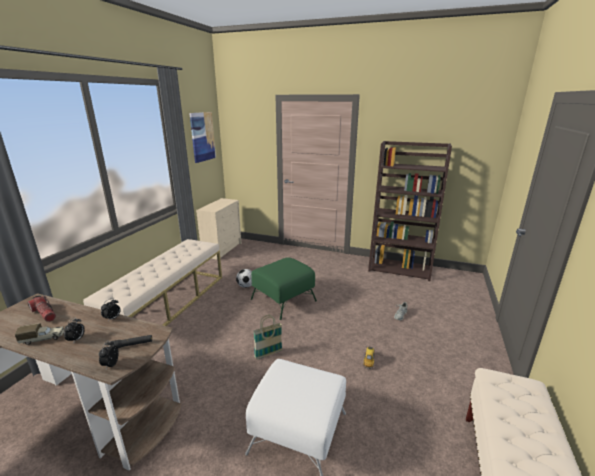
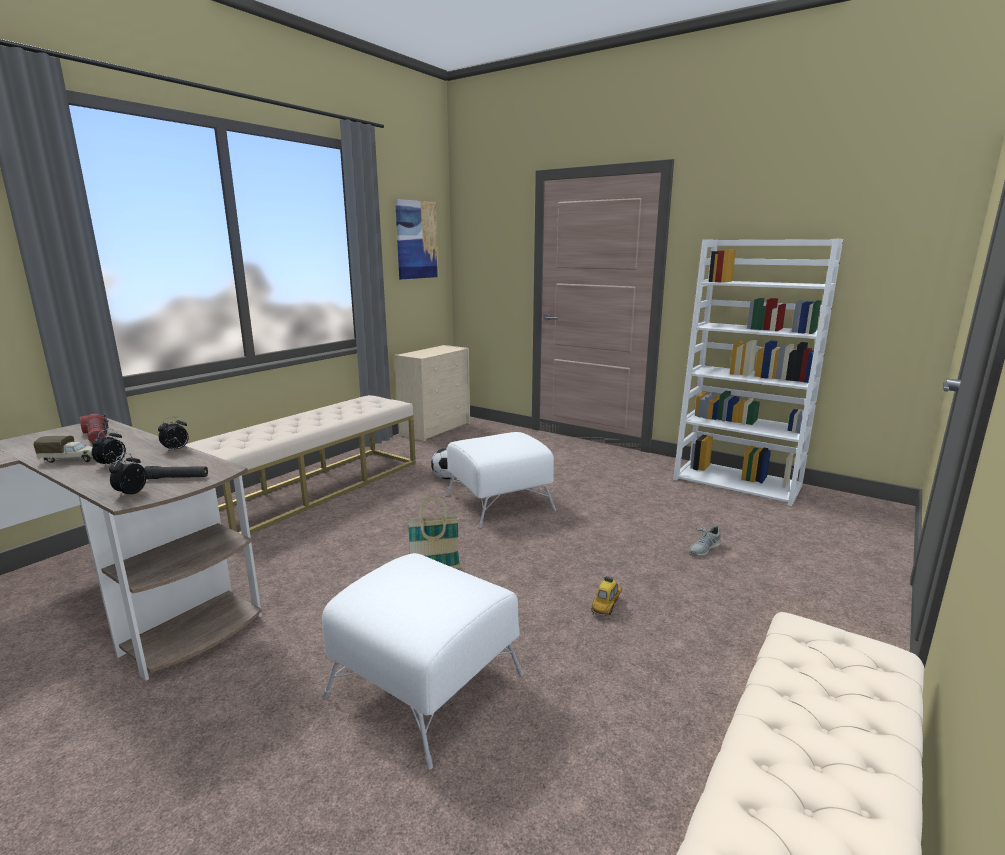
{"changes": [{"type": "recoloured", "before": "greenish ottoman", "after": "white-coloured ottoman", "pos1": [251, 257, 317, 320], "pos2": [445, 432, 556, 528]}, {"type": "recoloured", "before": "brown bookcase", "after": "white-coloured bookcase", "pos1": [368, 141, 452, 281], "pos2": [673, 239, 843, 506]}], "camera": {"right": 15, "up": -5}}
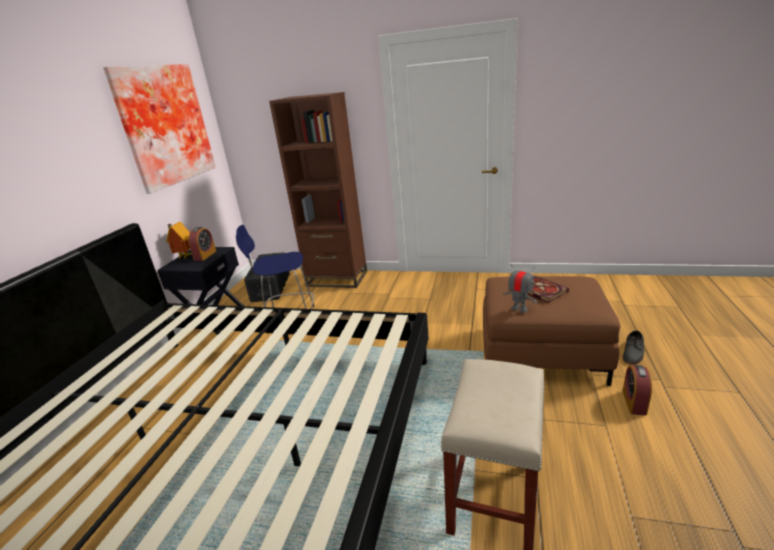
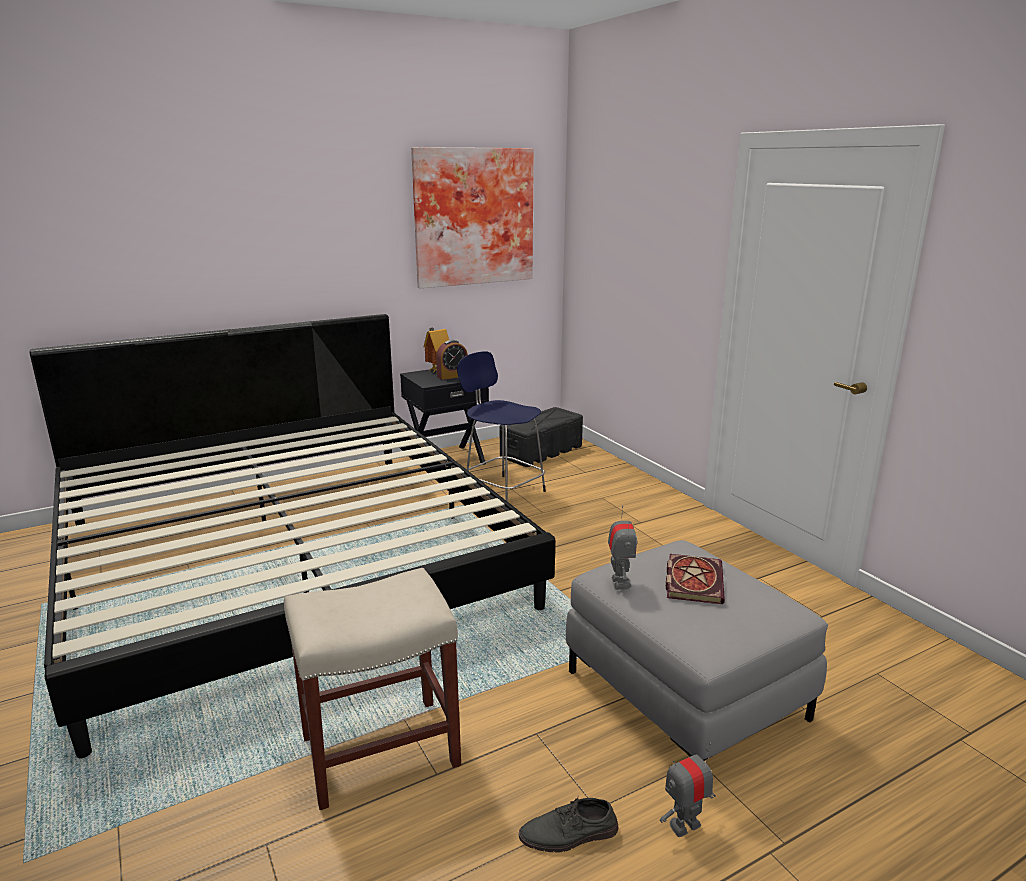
{"changes": [{"type": "moved", "before": "gray shoe", "pos1": [623, 330, 644, 365], "pos2": [519, 795, 618, 853]}, {"type": "recoloured", "before": "brown ottoman", "after": "gray ottoman", "pos1": [483, 276, 620, 386], "pos2": [566, 540, 828, 761]}, {"type": "replaced", "before": "alarm clock", "after": "toy robot", "pos1": [623, 365, 652, 416], "pos2": [660, 743, 716, 837]}, {"type": "removed", "before": "brown bookcase", "pos1": [269, 92, 367, 288]}], "camera": {"right": 45, "up": -5}}
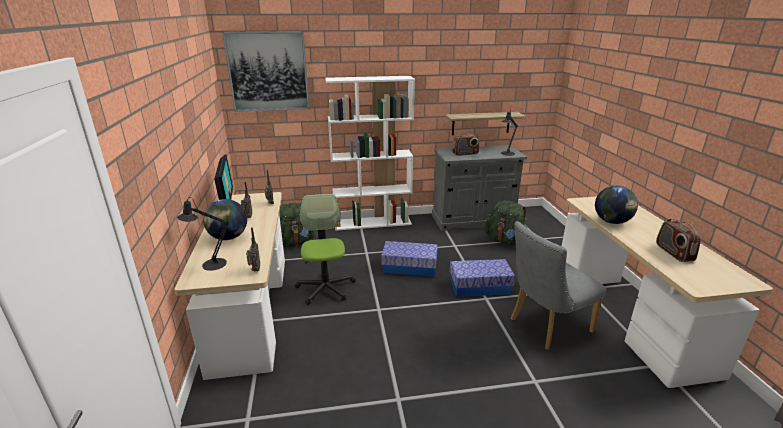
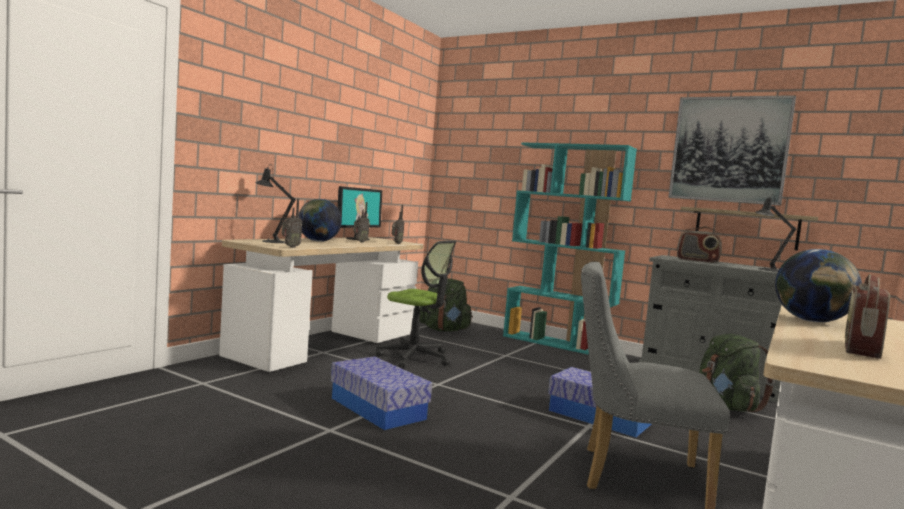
{"changes": [{"type": "moved", "before": "storage container", "pos1": [381, 241, 438, 277], "pos2": [331, 356, 432, 430]}, {"type": "turned", "before": "desk chair", "pos1": [295, 194, 356, 305], "pos2": [376, 241, 456, 368], "turn": 90}, {"type": "recoloured", "before": "white-coloured bookcase", "after": "turquoise bookcase", "pos1": [325, 76, 415, 231], "pos2": [503, 142, 637, 355]}, {"type": "moved", "before": "wall art", "pos1": [222, 31, 310, 112], "pos2": [668, 95, 796, 206]}], "camera": {"right": 40, "up": -20}}
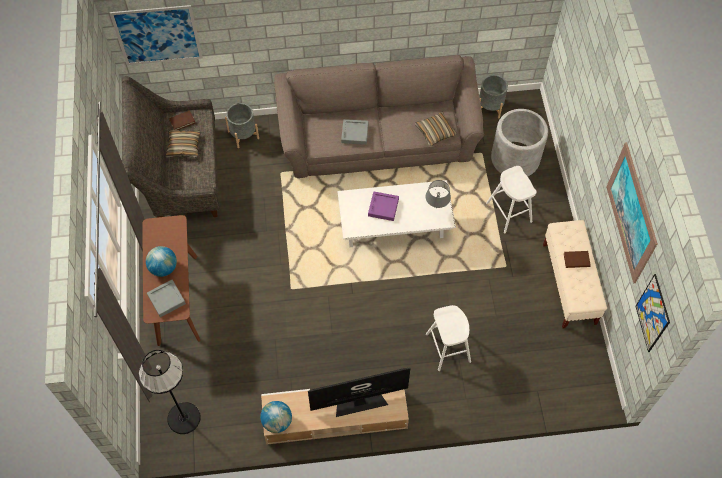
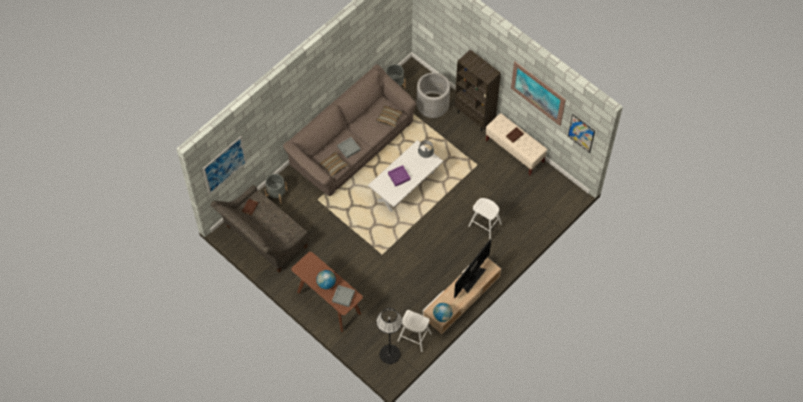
{"changes": [{"type": "moved", "before": "pillow", "pos1": [165, 130, 200, 158], "pos2": [319, 152, 348, 177]}, {"type": "moved", "before": "white-coloured sitting stool", "pos1": [486, 166, 537, 234], "pos2": [398, 310, 432, 352]}, {"type": "added", "after": "brown bookcase", "pos2": [455, 50, 501, 131]}], "camera": {"right": -40, "up": 0}}
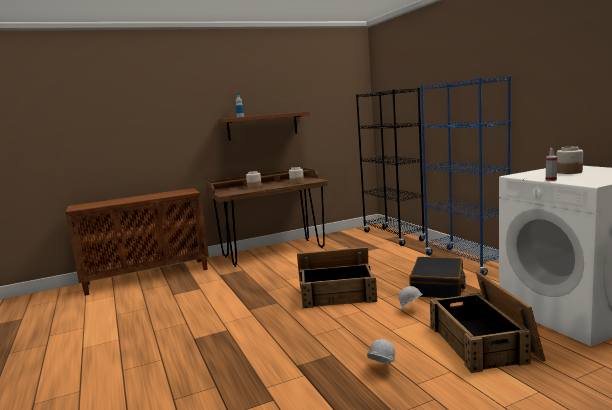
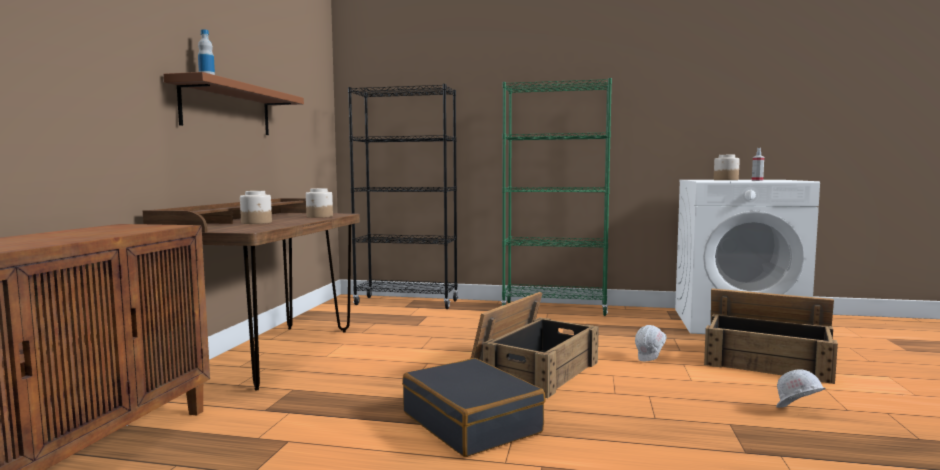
{"changes": [{"type": "moved", "before": "black-coloured piece of luggage", "pos1": [409, 257, 466, 298], "pos2": [402, 358, 546, 457]}, {"type": "recoloured", "before": "blue-coloured bookcase", "after": "greenish bookcase", "pos1": [420, 76, 511, 276], "pos2": [501, 78, 612, 316]}], "camera": {"right": -55, "up": -5}}
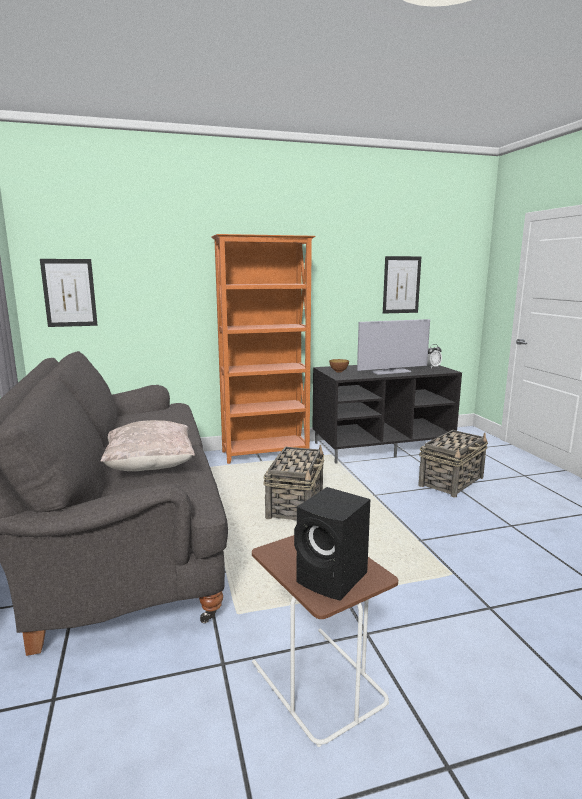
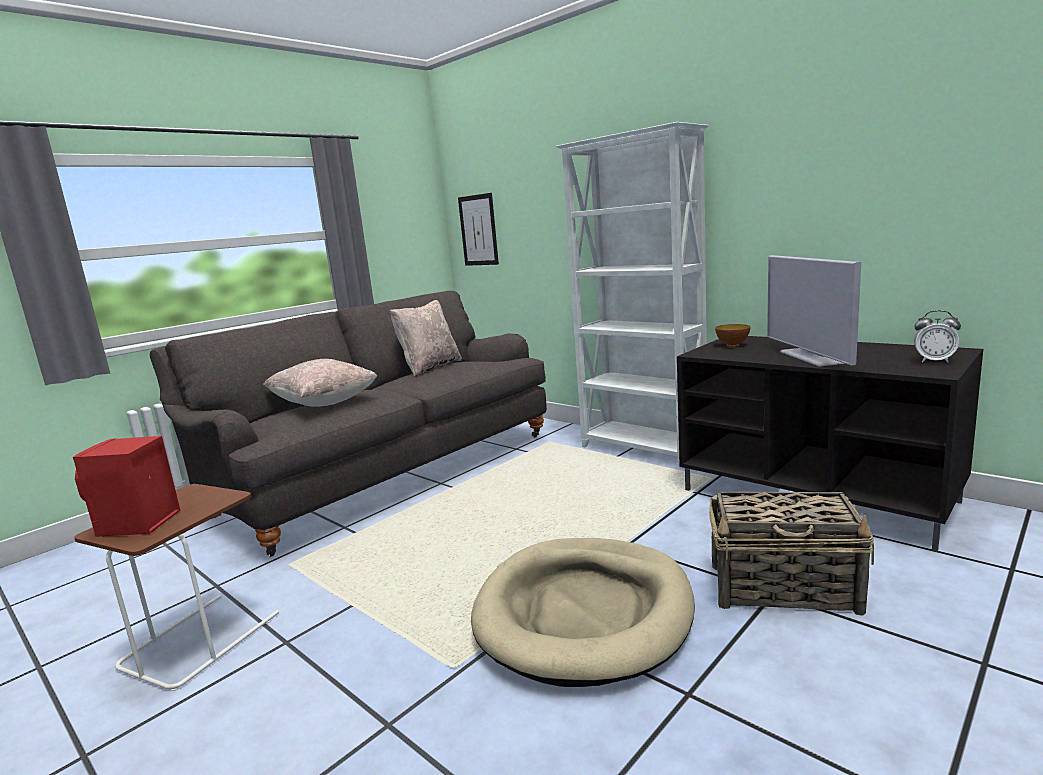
{"changes": [{"type": "recoloured", "before": "black-coloured loudspeaker", "after": "reddish loudspeaker", "pos1": [294, 487, 370, 601], "pos2": [73, 436, 180, 537]}, {"type": "added", "after": "beige-coloured pillow", "pos2": [390, 300, 462, 377]}, {"type": "added", "after": "beige-coloured dog bed", "pos2": [471, 538, 695, 687]}, {"type": "recoloured", "before": "orange-coloured bookcase", "after": "white-coloured bookcase", "pos1": [211, 234, 316, 464], "pos2": [556, 122, 709, 469]}, {"type": "turned", "before": "television", "pos1": [357, 319, 430, 375], "pos2": [767, 255, 861, 367], "turn": 45}, {"type": "removed", "before": "storage basket", "pos1": [263, 445, 324, 520]}, {"type": "removed", "before": "wall art", "pos1": [383, 256, 421, 314]}], "camera": {"right": 60, "up": 0}}
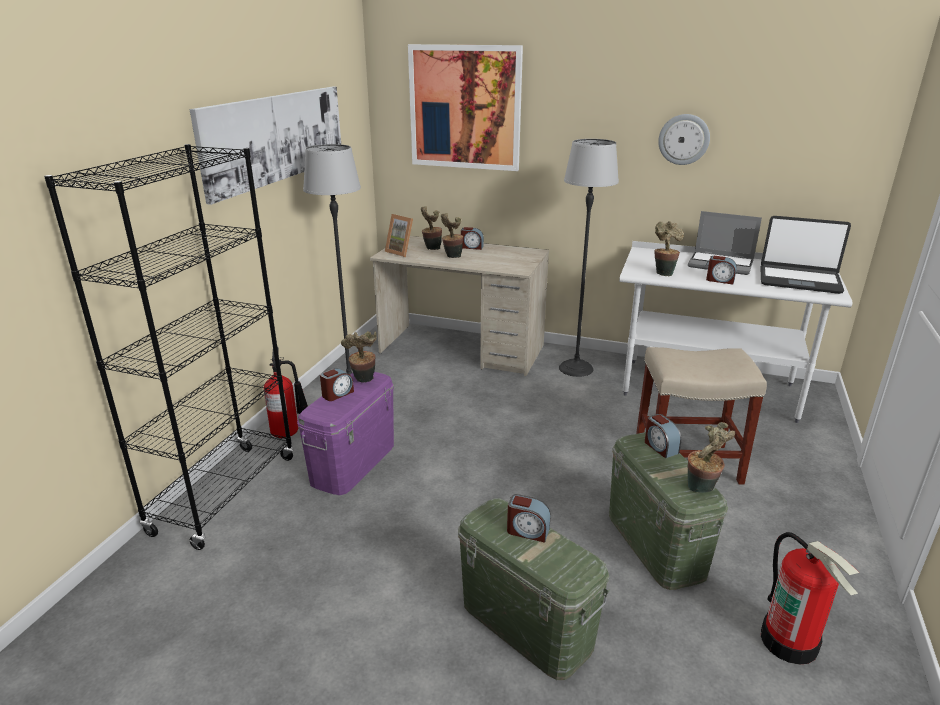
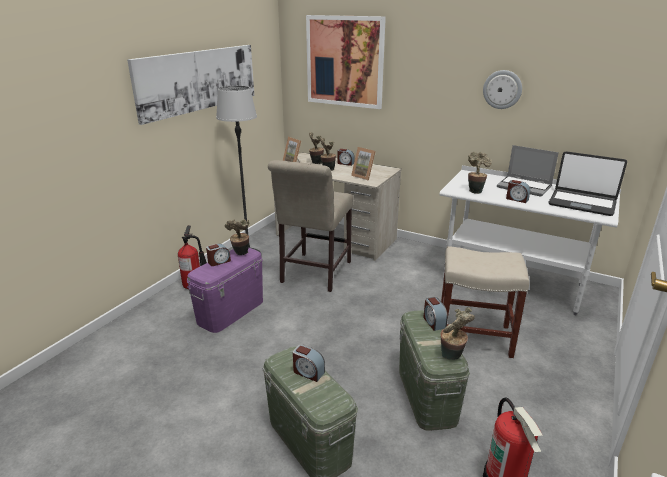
{"changes": [{"type": "added", "after": "beige-coloured plain chair", "pos2": [268, 160, 353, 292]}, {"type": "added", "after": "photo frame", "pos2": [351, 147, 376, 180]}, {"type": "removed", "before": "black-coloured bookcase", "pos1": [44, 144, 294, 550]}, {"type": "removed", "before": "floor lamp", "pos1": [559, 139, 619, 377]}], "camera": {"right": 10, "up": 0}}
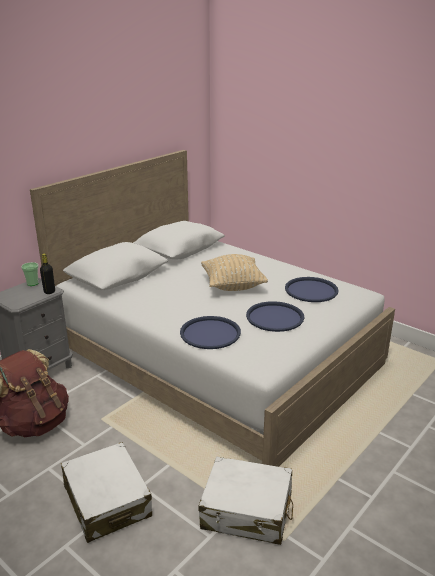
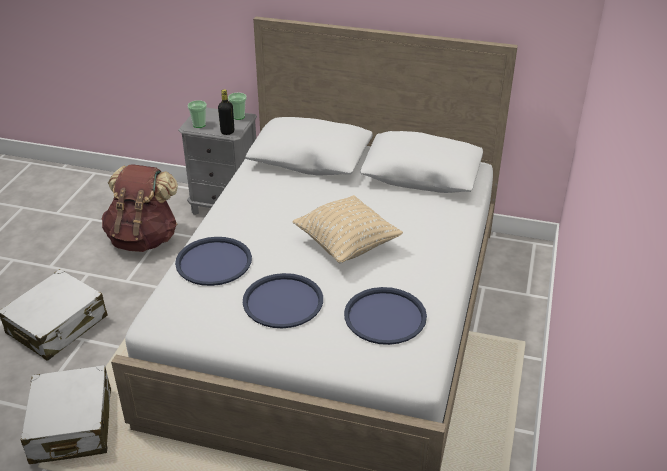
{"changes": [{"type": "added", "after": "drinking cup", "pos2": [188, 100, 207, 128]}], "camera": {"right": 65, "up": 10}}
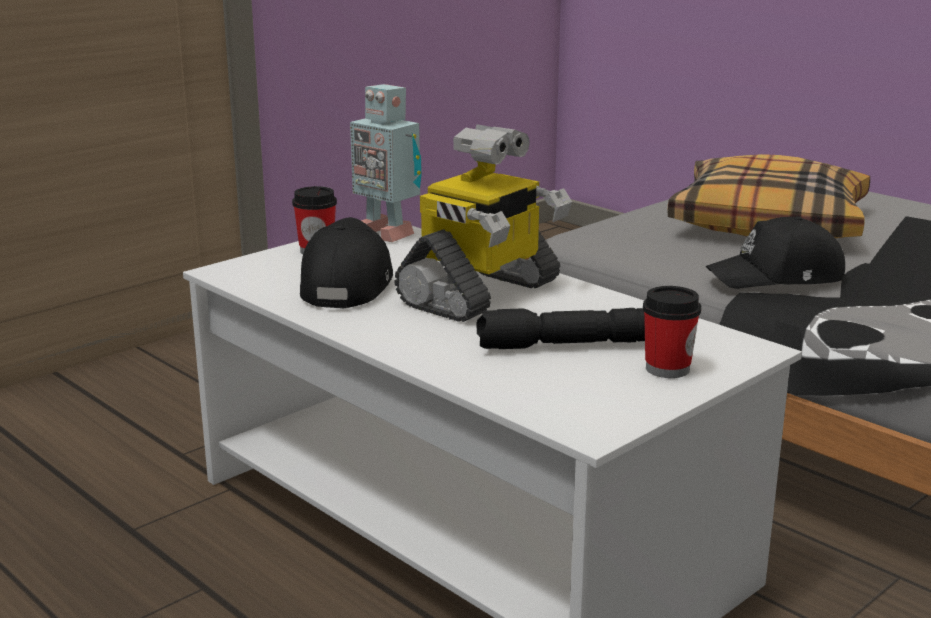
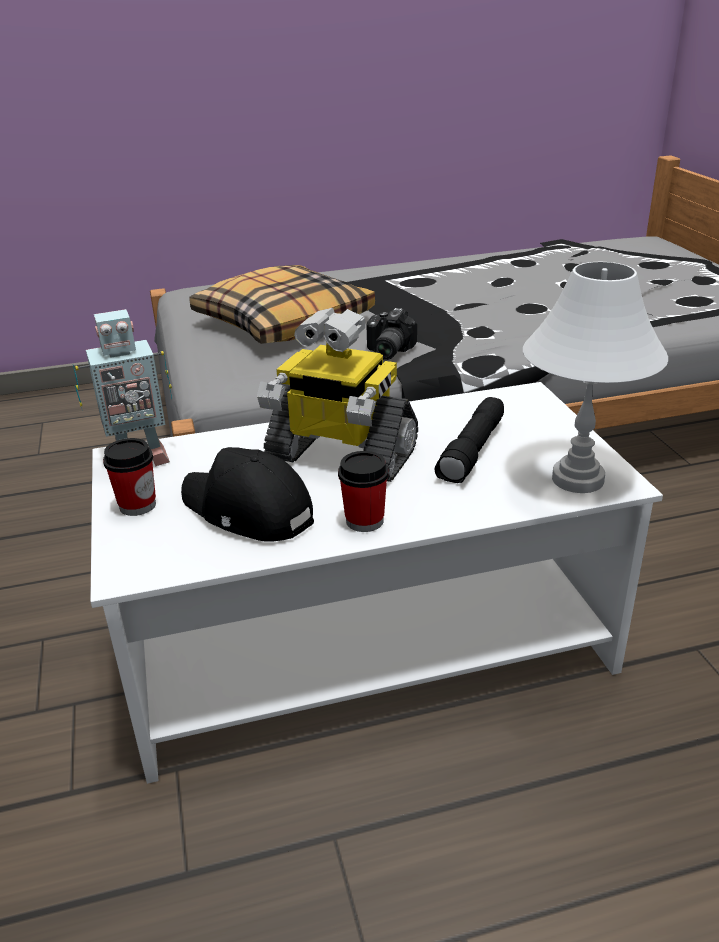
{"changes": [{"type": "turned", "before": "toy robot", "pos1": [394, 124, 572, 322], "pos2": [257, 308, 418, 482], "turn": 135}, {"type": "moved", "before": "drinking cup", "pos1": [643, 286, 701, 378], "pos2": [338, 451, 389, 532]}, {"type": "replaced", "before": "black-coloured cap", "after": "still camera", "pos1": [706, 216, 845, 289], "pos2": [366, 308, 417, 360]}, {"type": "added", "after": "white-coloured lamp for a table", "pos2": [523, 262, 668, 493]}], "camera": {"right": -60, "up": 10}}
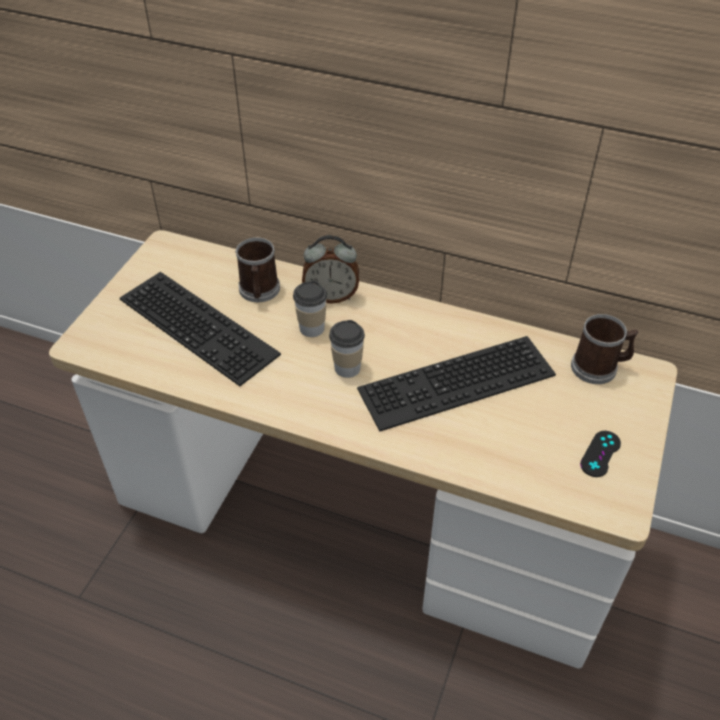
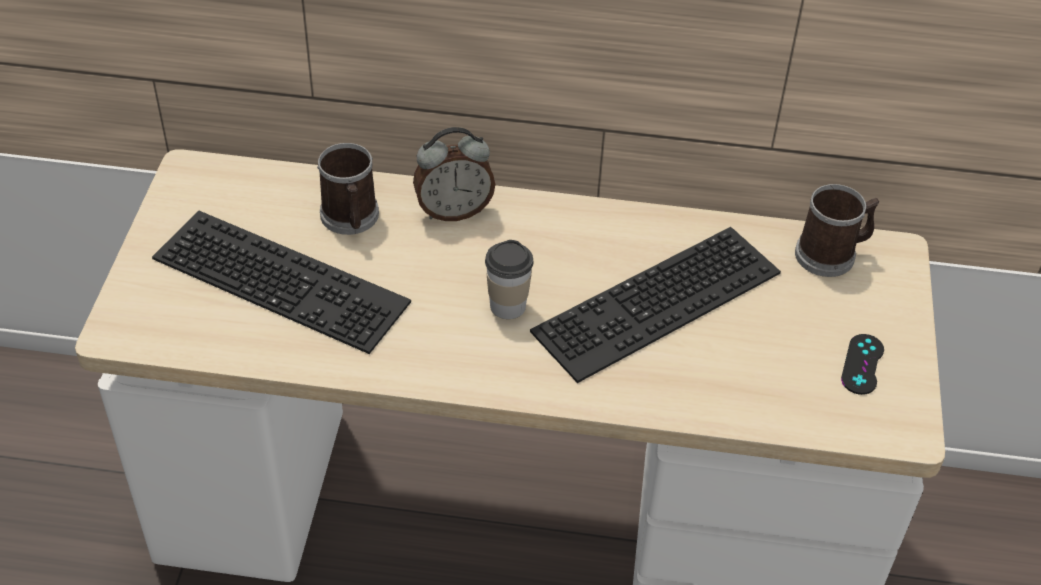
{"changes": [{"type": "removed", "before": "drinking cup", "pos1": [293, 281, 327, 337]}], "camera": {"right": -15, "up": 0}}
